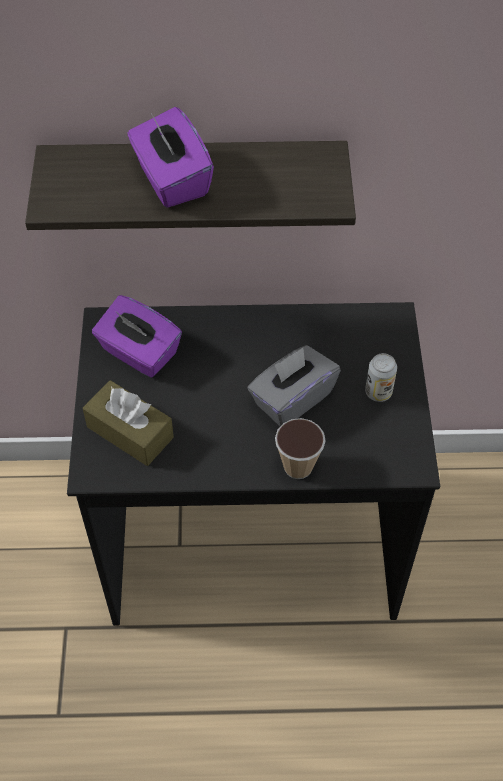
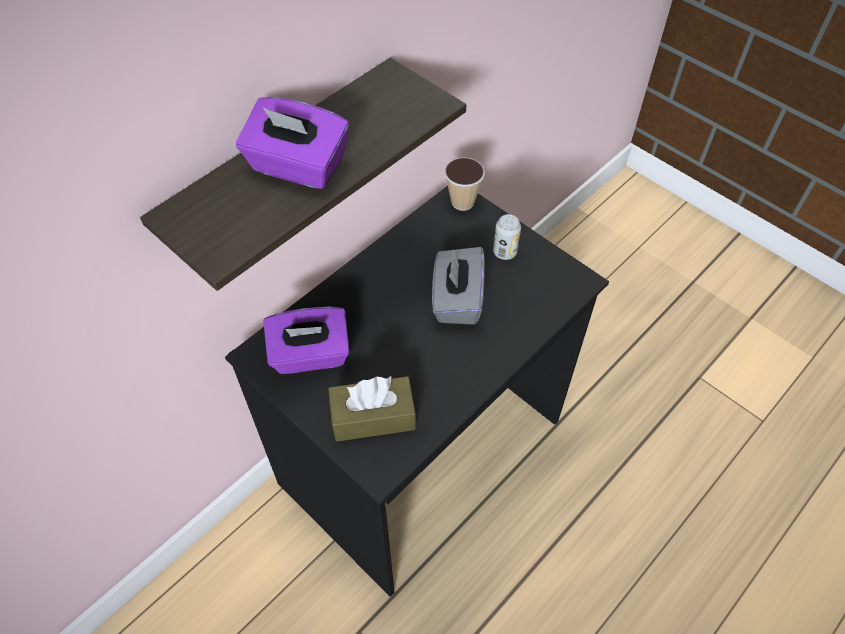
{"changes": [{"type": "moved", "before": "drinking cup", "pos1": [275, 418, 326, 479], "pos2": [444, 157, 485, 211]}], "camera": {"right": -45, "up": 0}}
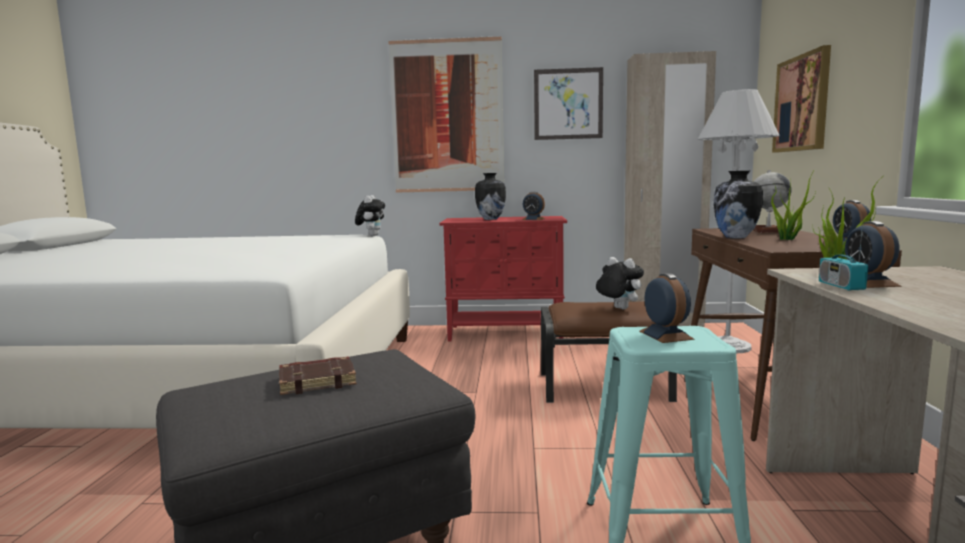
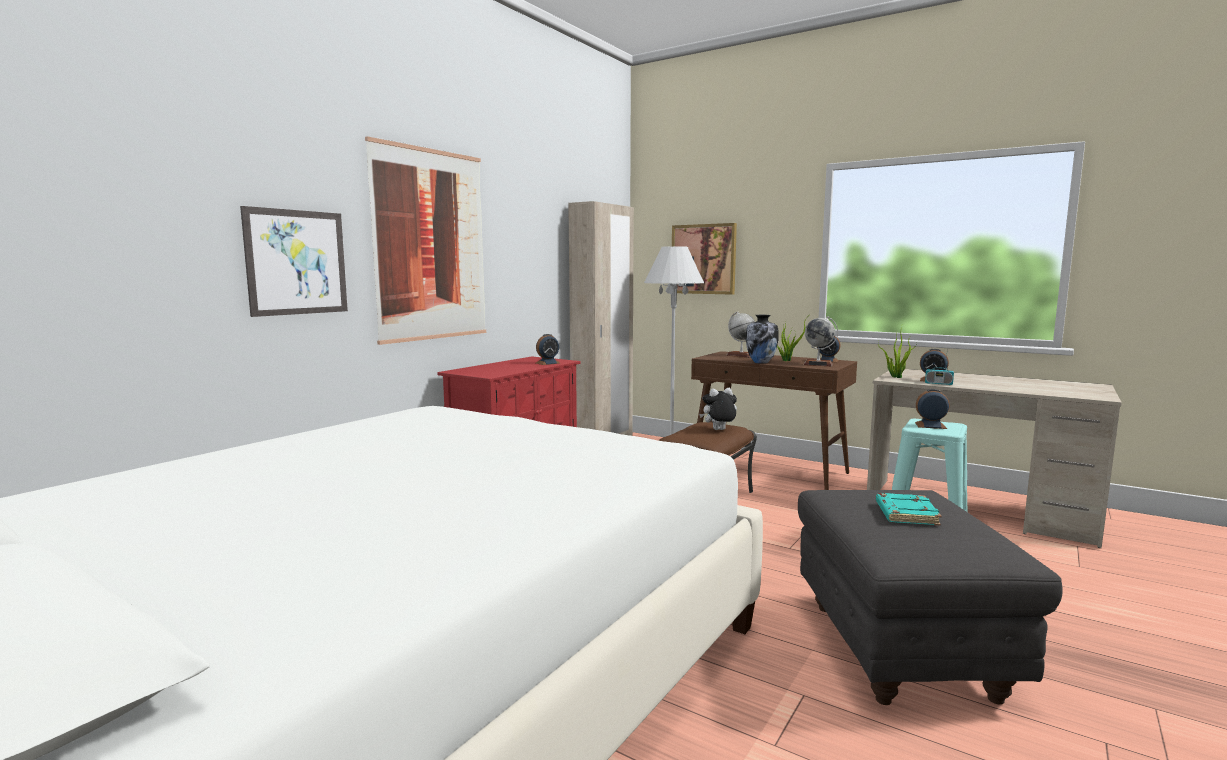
{"changes": [{"type": "moved", "before": "wall art", "pos1": [534, 67, 603, 140], "pos2": [240, 206, 348, 317]}, {"type": "added", "after": "globe", "pos2": [804, 316, 838, 366]}, {"type": "recoloured", "before": "brown volume", "after": "turquoise volume", "pos1": [279, 357, 357, 395], "pos2": [876, 493, 942, 526]}, {"type": "removed", "before": "plush toy", "pos1": [355, 195, 385, 236]}, {"type": "removed", "before": "decorative vase", "pos1": [475, 173, 506, 220]}], "camera": {"right": -60, "up": 0}}
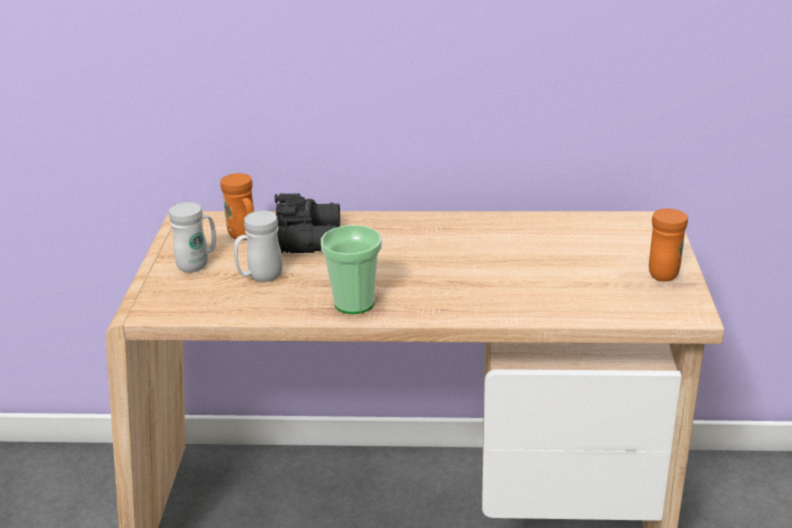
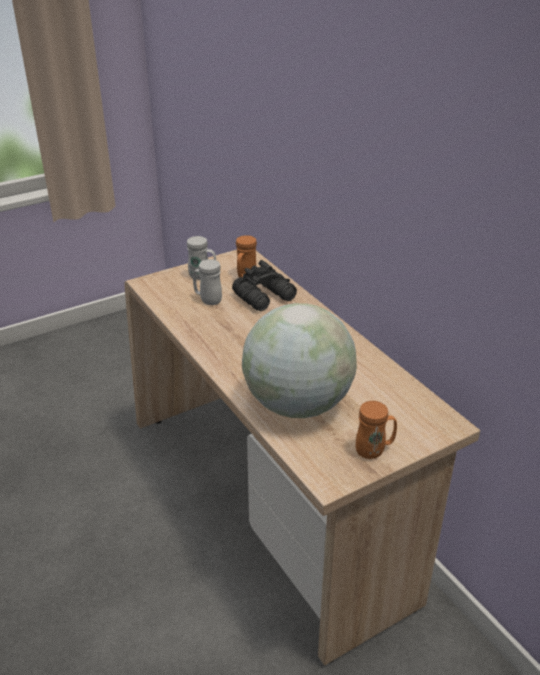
{"changes": [{"type": "added", "after": "globe", "pos2": [242, 303, 357, 418]}, {"type": "removed", "before": "drinking cup", "pos1": [321, 225, 382, 314]}], "camera": {"right": 55, "up": 5}}
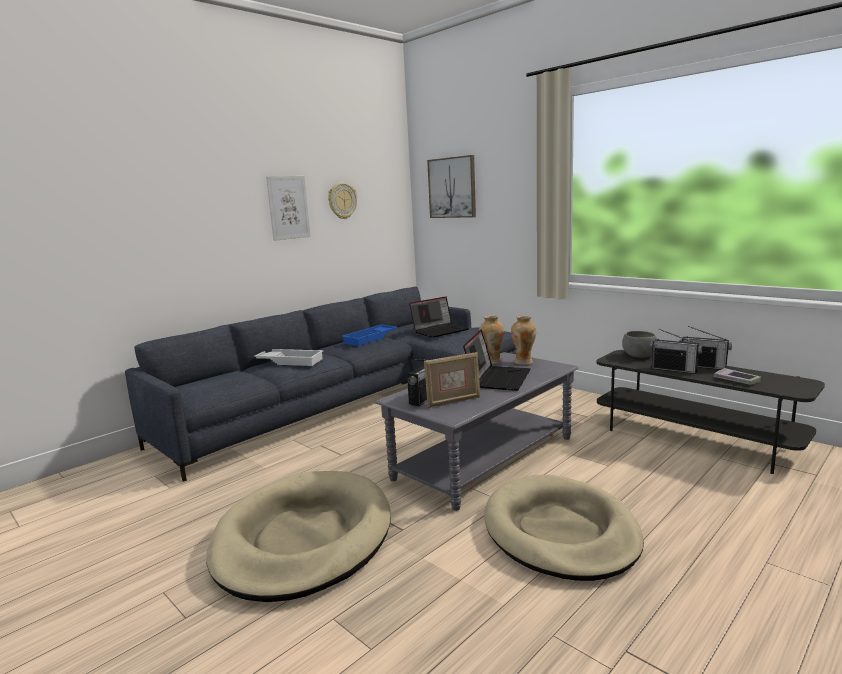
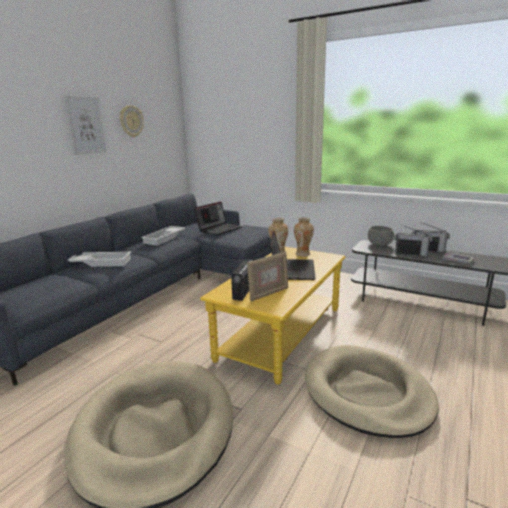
{"changes": [{"type": "recoloured", "before": "blue-coloured carrying tray", "after": "white-coloured carrying tray", "pos1": [341, 324, 398, 346], "pos2": [141, 226, 186, 246]}, {"type": "recoloured", "before": "gray low table", "after": "yellowish low table", "pos1": [375, 352, 579, 511], "pos2": [200, 247, 346, 384]}, {"type": "removed", "before": "wall art", "pos1": [427, 155, 476, 218]}], "camera": {"right": -15, "up": 5}}
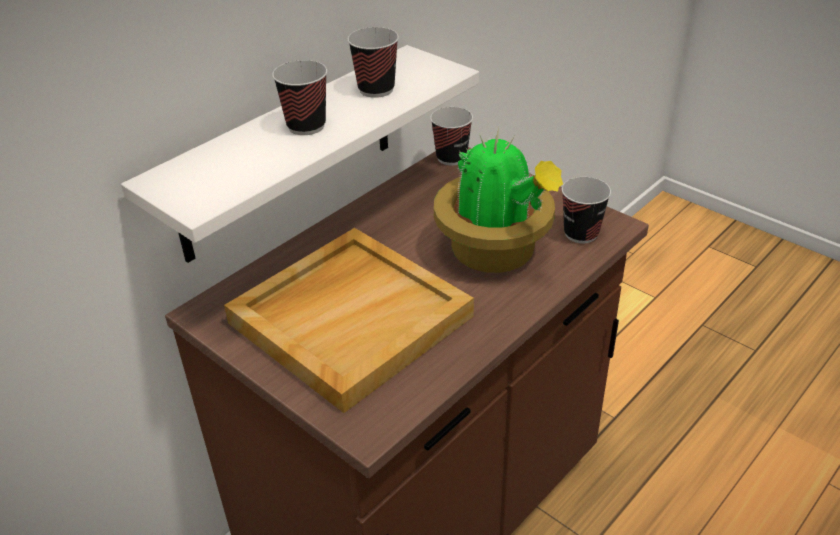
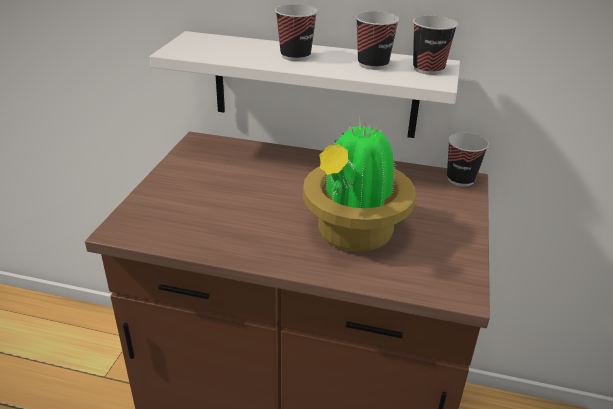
{"changes": [{"type": "moved", "before": "drinking cup", "pos1": [562, 177, 611, 243], "pos2": [413, 16, 458, 75]}, {"type": "removed", "before": "beige-coloured carrying tray", "pos1": [224, 228, 474, 413]}], "camera": {"right": 60, "up": -5}}
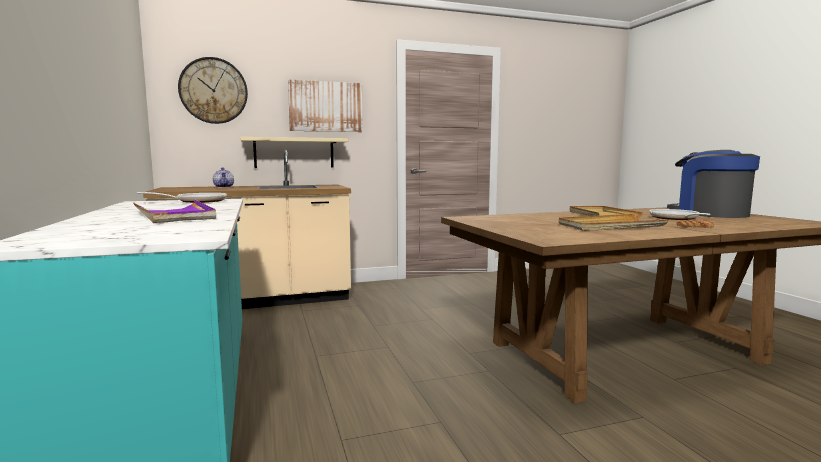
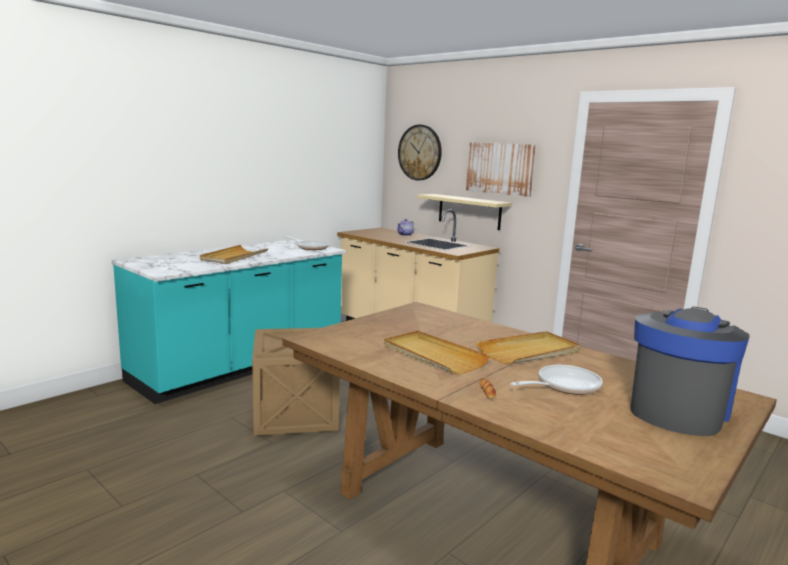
{"changes": [{"type": "recoloured", "before": "purple carrying tray", "after": "beige-coloured carrying tray", "pos1": [133, 200, 216, 223], "pos2": [200, 245, 268, 264]}, {"type": "added", "after": "crate", "pos2": [252, 328, 340, 436]}], "camera": {"right": 60, "up": 5}}
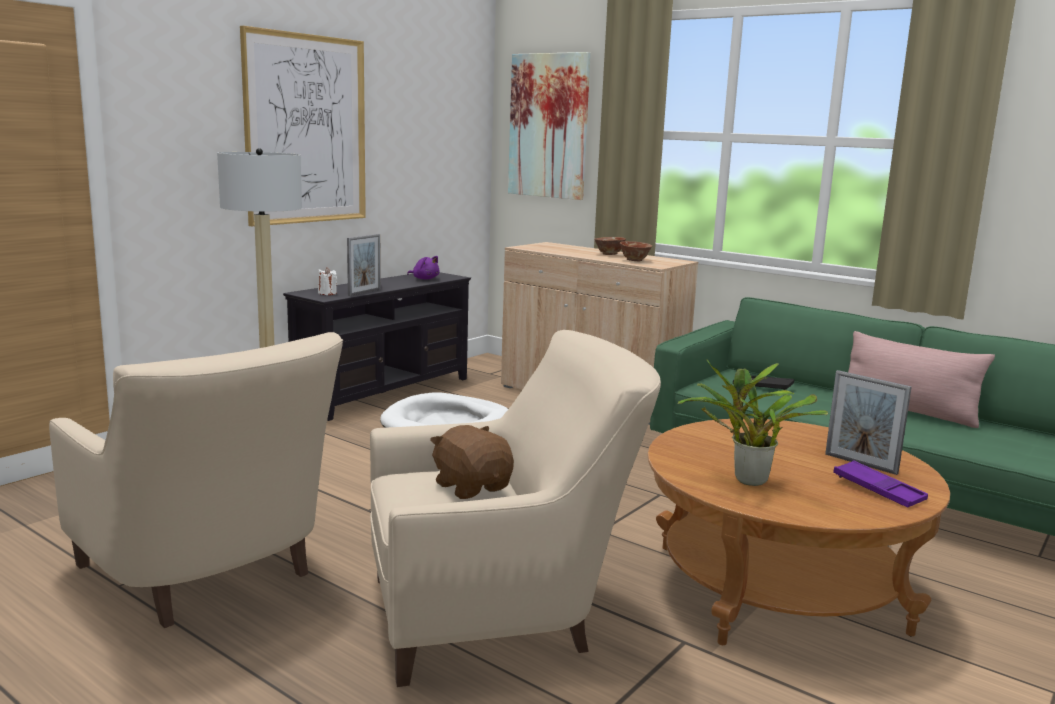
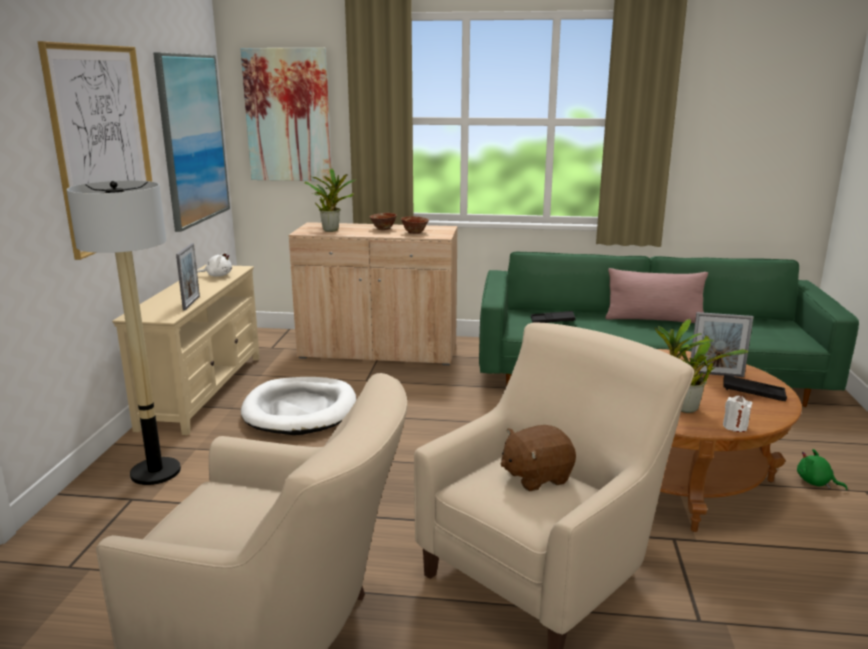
{"changes": [{"type": "recoloured", "before": "black-coloured media console", "after": "beige-coloured media console", "pos1": [283, 272, 471, 421], "pos2": [112, 265, 260, 435]}, {"type": "added", "after": "wall art", "pos2": [153, 52, 230, 232]}, {"type": "recoloured", "before": "purple plush toy", "after": "white-coloured plush toy", "pos1": [407, 256, 440, 280], "pos2": [197, 252, 232, 277]}, {"type": "added", "after": "potted plant", "pos2": [305, 168, 357, 232]}, {"type": "turned", "before": "brown plush toy", "pos1": [430, 425, 514, 499], "pos2": [500, 425, 576, 491], "turn": -45}, {"type": "moved", "before": "white-coloured wax candle", "pos1": [318, 267, 337, 295], "pos2": [723, 396, 753, 432]}, {"type": "recoloured", "before": "purple carrying tray", "after": "black-coloured carrying tray", "pos1": [833, 460, 928, 507], "pos2": [724, 375, 787, 401]}, {"type": "added", "after": "greenish plush toy", "pos2": [797, 449, 848, 490]}], "camera": {"right": -30, "up": 5}}
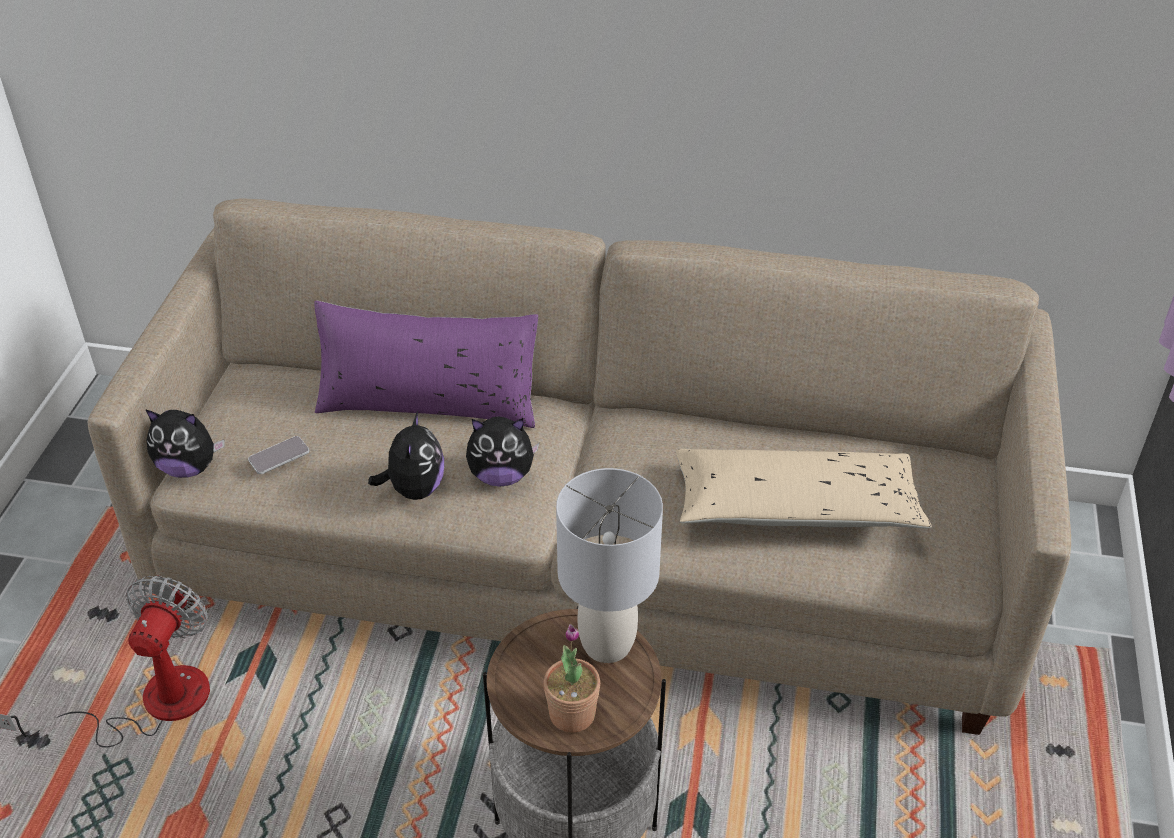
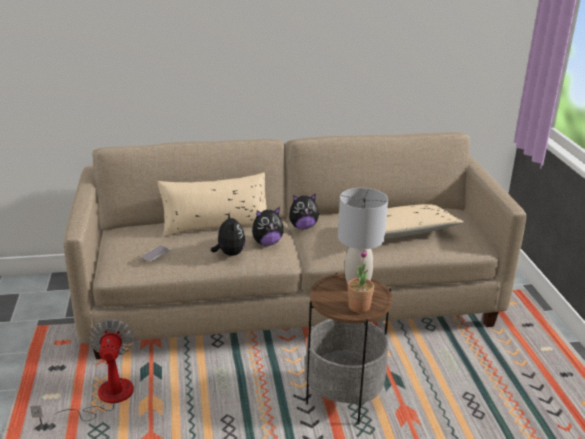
{"changes": [{"type": "recoloured", "before": "purple pillow", "after": "beige-coloured pillow", "pos1": [314, 301, 538, 428], "pos2": [158, 172, 267, 237]}, {"type": "moved", "before": "plush toy", "pos1": [145, 409, 225, 478], "pos2": [289, 194, 319, 229]}], "camera": {"right": -20, "up": -15}}
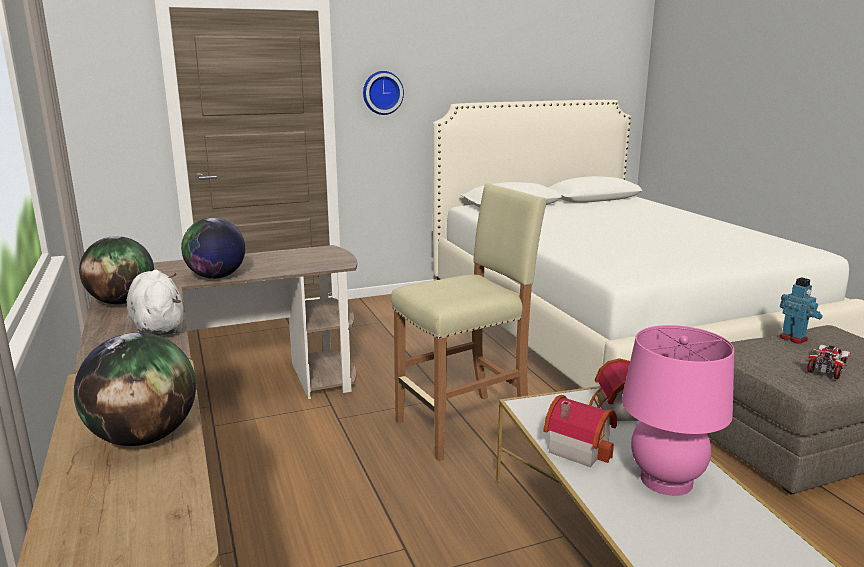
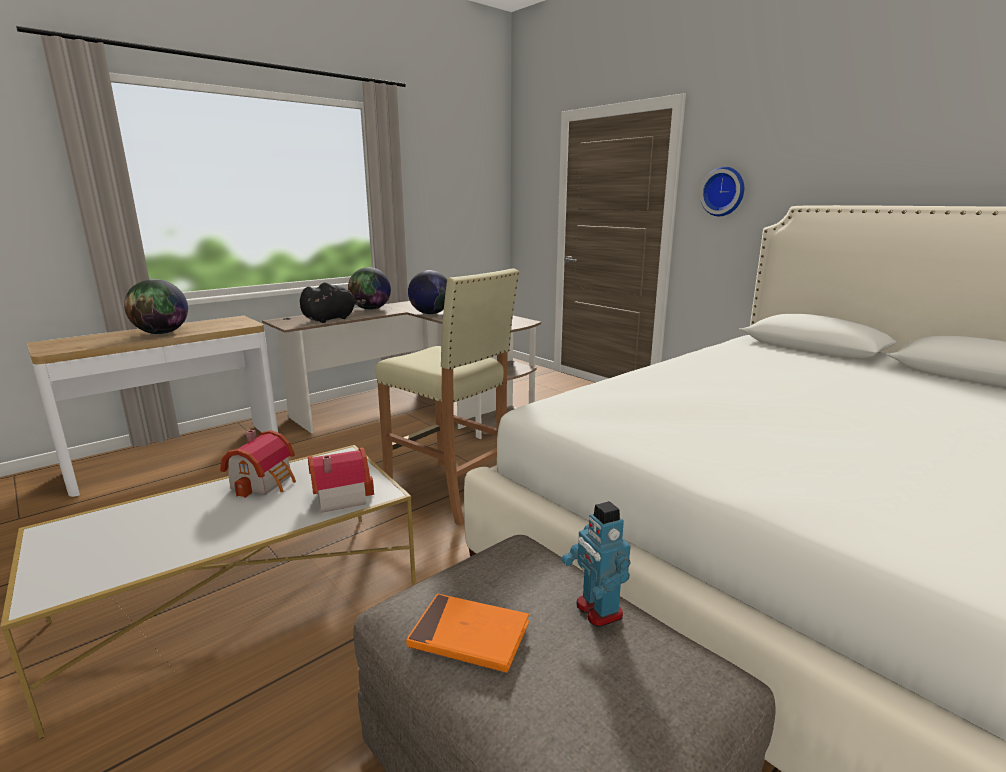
{"changes": [{"type": "recoloured", "before": "white-coloured plush toy", "after": "black-coloured plush toy", "pos1": [127, 270, 183, 335], "pos2": [300, 282, 366, 323]}, {"type": "replaced", "before": "model car", "after": "orange-coloured volume", "pos1": [807, 345, 851, 379], "pos2": [406, 594, 529, 673]}, {"type": "turned", "before": "toy robot", "pos1": [779, 277, 822, 344], "pos2": [561, 501, 631, 627], "turn": 120}, {"type": "removed", "before": "pink-coloured lamp for a table", "pos1": [622, 325, 734, 496]}], "camera": {"right": 70, "up": 0}}
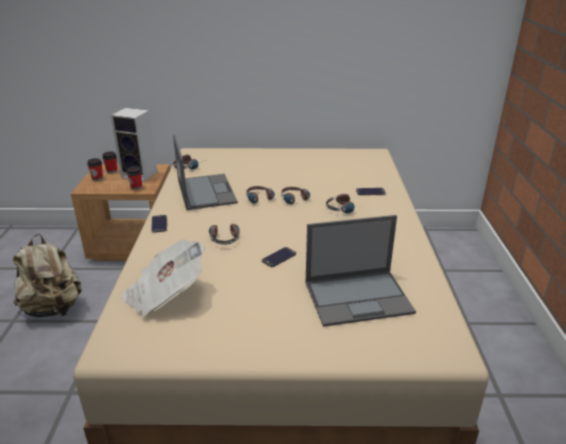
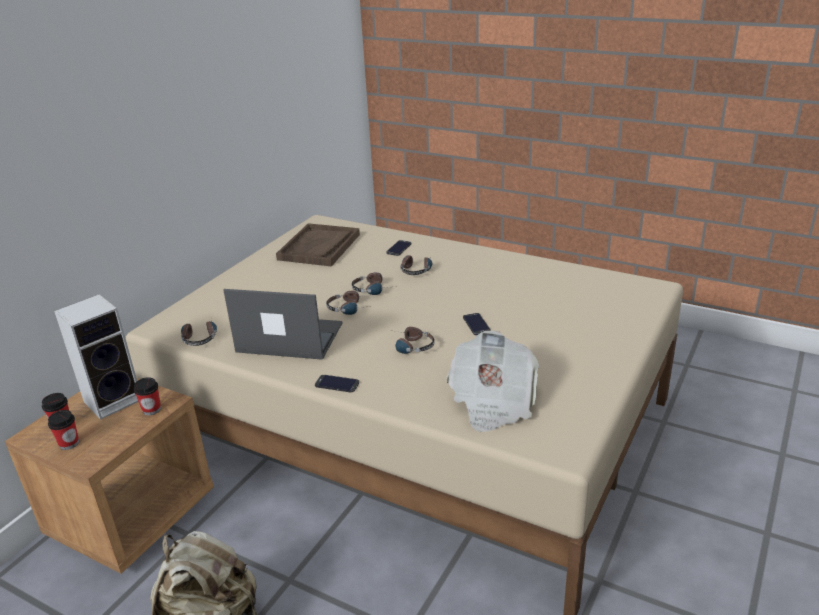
{"changes": [{"type": "added", "after": "brown carrying tray", "pos2": [276, 223, 360, 267]}, {"type": "removed", "before": "portable computer", "pos1": [305, 215, 416, 327]}], "camera": {"right": -60, "up": 0}}
